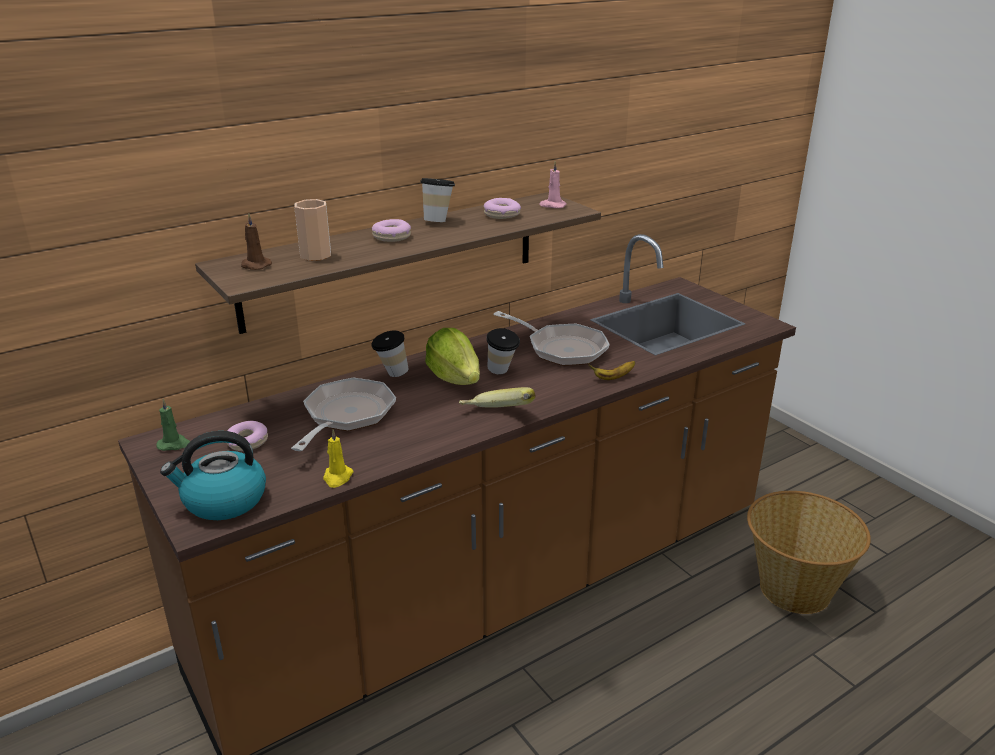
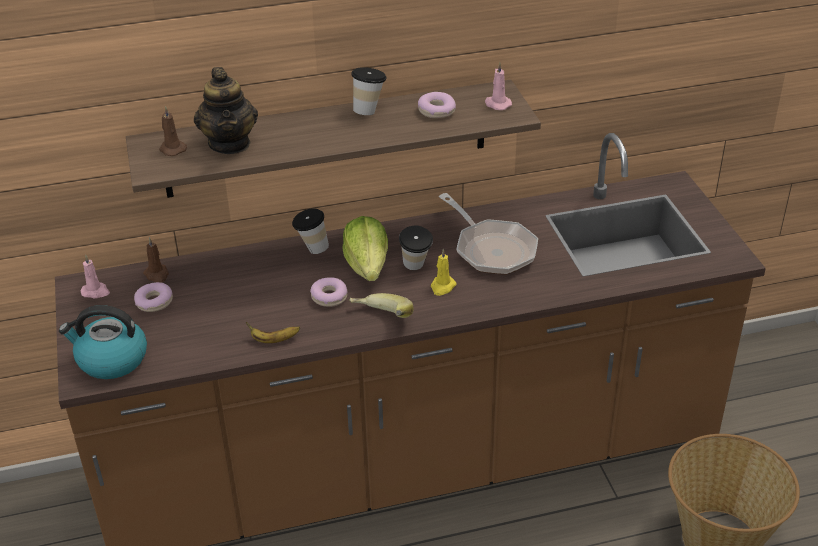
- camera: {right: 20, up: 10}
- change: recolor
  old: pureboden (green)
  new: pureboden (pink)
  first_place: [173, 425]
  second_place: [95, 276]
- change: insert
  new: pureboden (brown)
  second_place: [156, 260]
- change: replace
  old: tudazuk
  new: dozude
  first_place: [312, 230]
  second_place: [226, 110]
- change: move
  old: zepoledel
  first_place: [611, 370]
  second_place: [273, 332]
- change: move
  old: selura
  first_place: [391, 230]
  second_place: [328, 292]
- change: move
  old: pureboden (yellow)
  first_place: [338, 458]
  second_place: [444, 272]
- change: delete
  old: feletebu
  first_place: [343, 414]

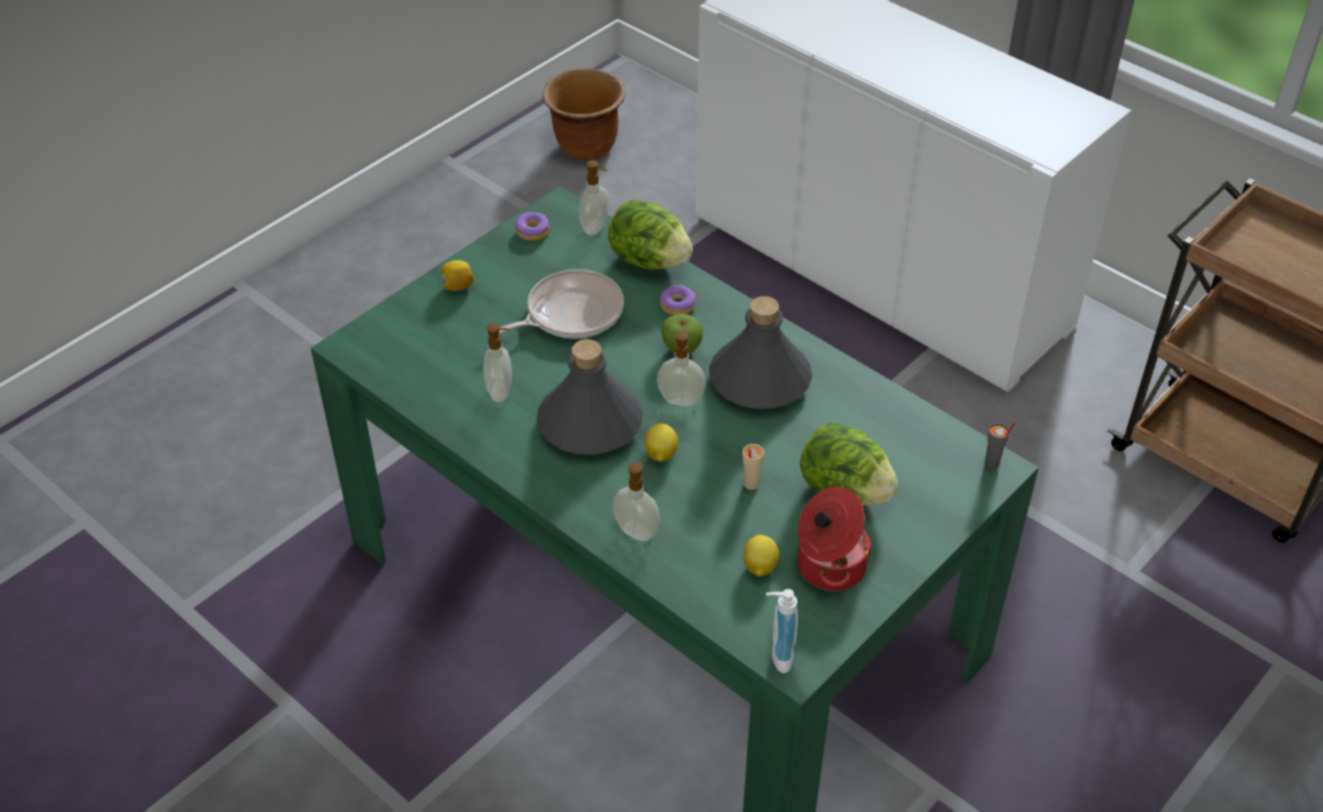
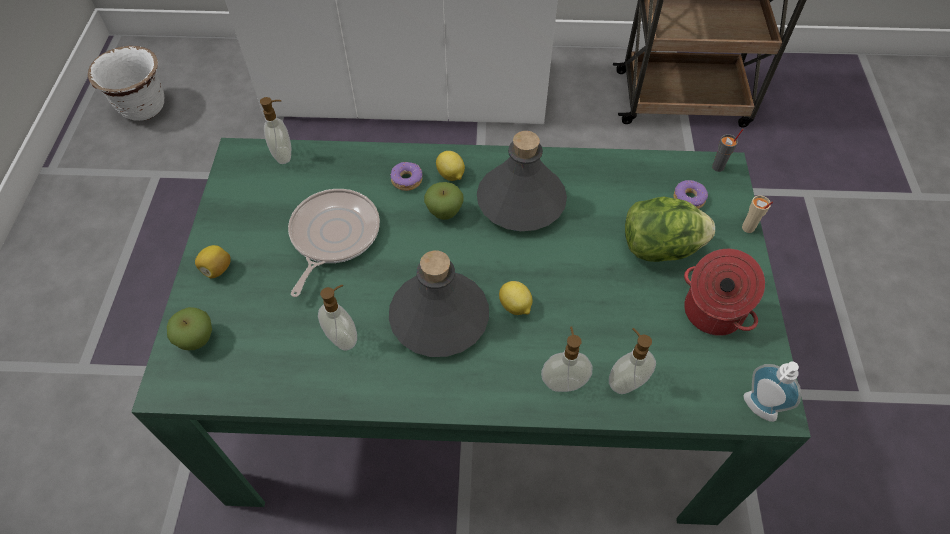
- camera: {right: -40, up: 10}
- change: recolor
  old: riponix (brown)
  new: riponix (white)
  first_place: [583, 114]
  second_place: [126, 83]
- change: insert
  new: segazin
  second_place: [189, 328]
- change: move
  old: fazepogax
  first_place: [761, 556]
  second_place: [450, 166]
- change: move
  old: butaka
  first_place: [681, 366]
  second_place: [632, 361]
- change: move
  old: selura
  first_place: [532, 226]
  second_place: [691, 194]
- change: move
  old: tudazuk (beige)
  first_place: [753, 467]
  second_place: [757, 214]
- change: delete
  old: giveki
  first_place: [650, 234]

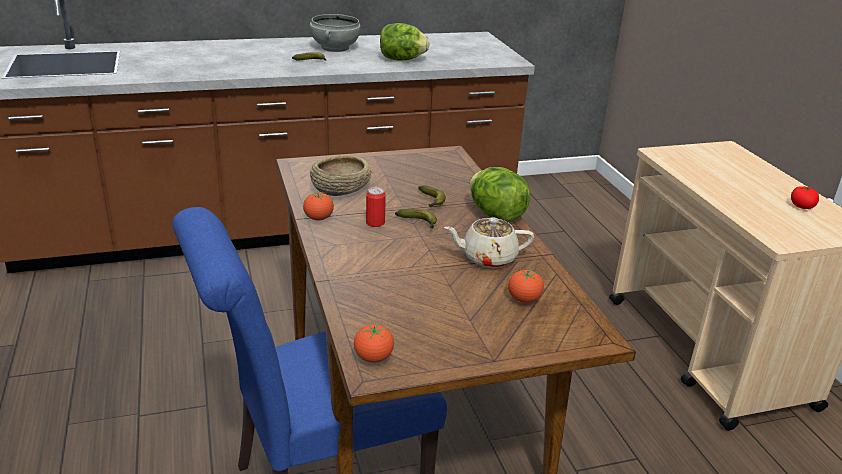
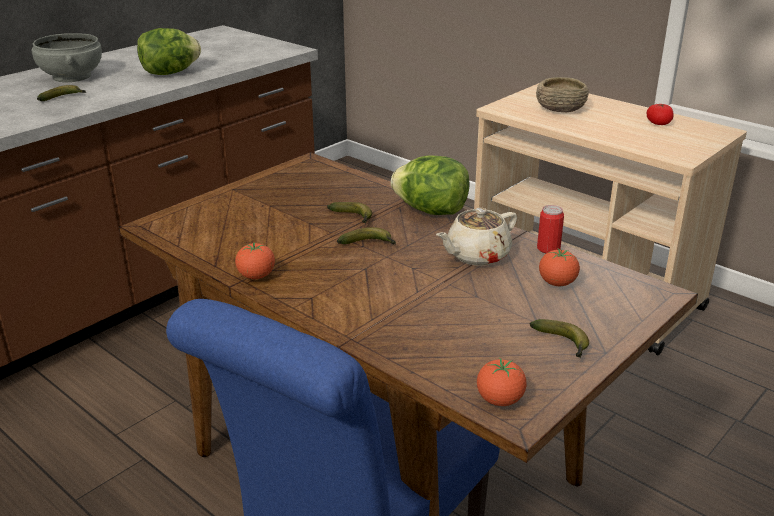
- camera: {right: -30, up: 0}
- change: insert
  new: zepoledel
  second_place: [559, 338]
- change: move
  old: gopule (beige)
  first_place: [340, 175]
  second_place: [562, 94]
- change: move
  old: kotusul
  first_place: [376, 207]
  second_place: [550, 229]

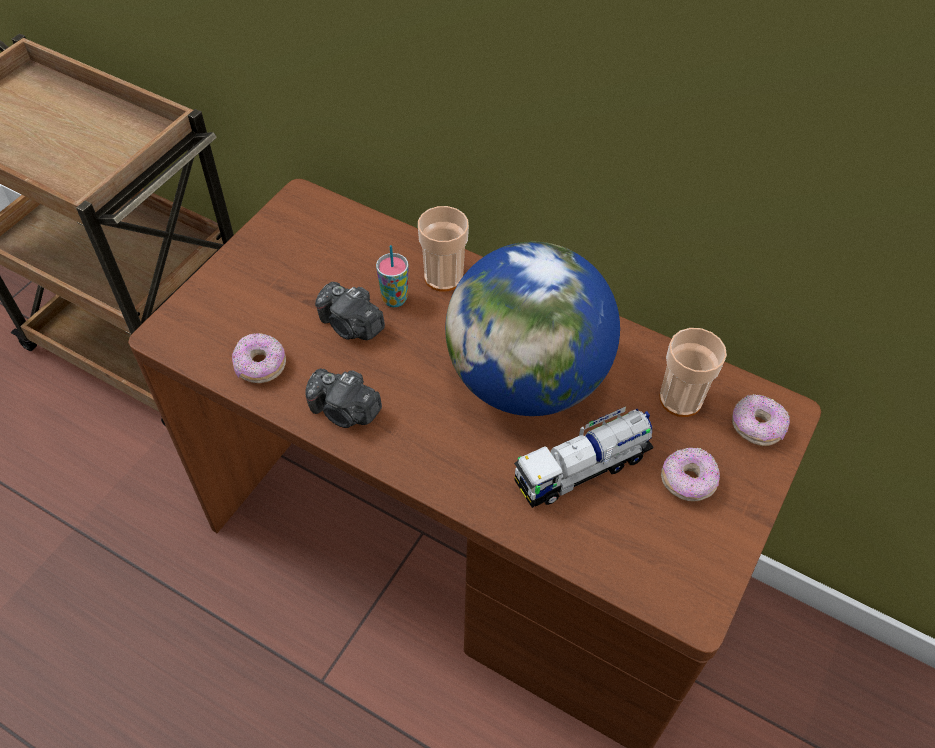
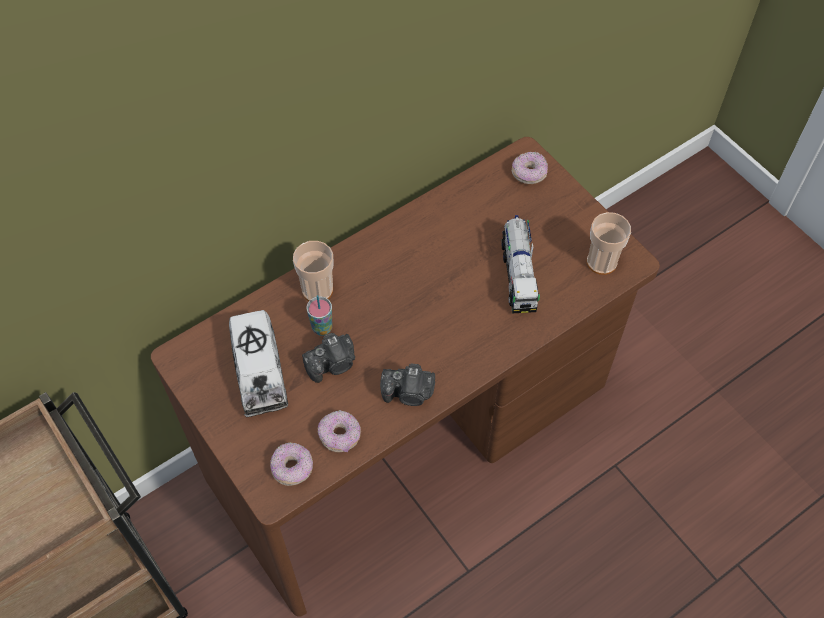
- camera: {right: -65, up: 5}
- change: insert
  new: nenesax
  second_place: [258, 363]
- change: move
  old: selura
  first_place: [690, 474]
  second_place: [291, 464]
- change: rotate
  old: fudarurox
  first_place: [344, 398]
  second_place: [407, 384]
  degrees: 45
- change: move
  old: tudazuk
  first_place: [693, 372]
  second_place: [609, 243]
- change: delete
  old: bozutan
  first_place: [532, 329]

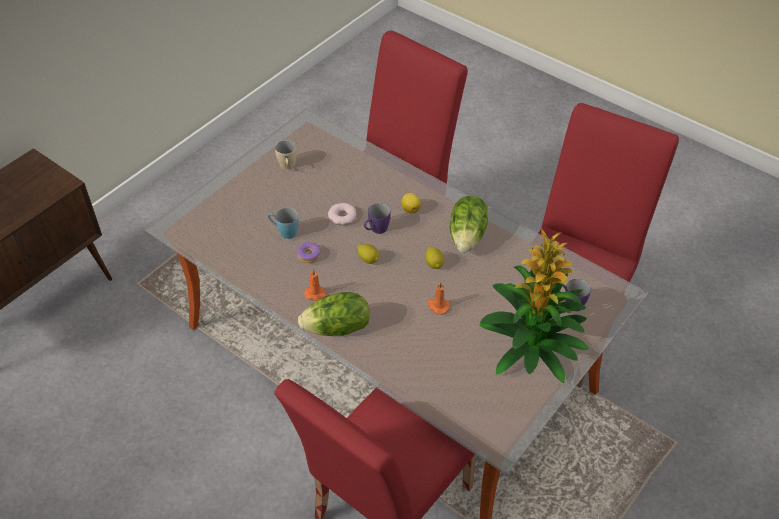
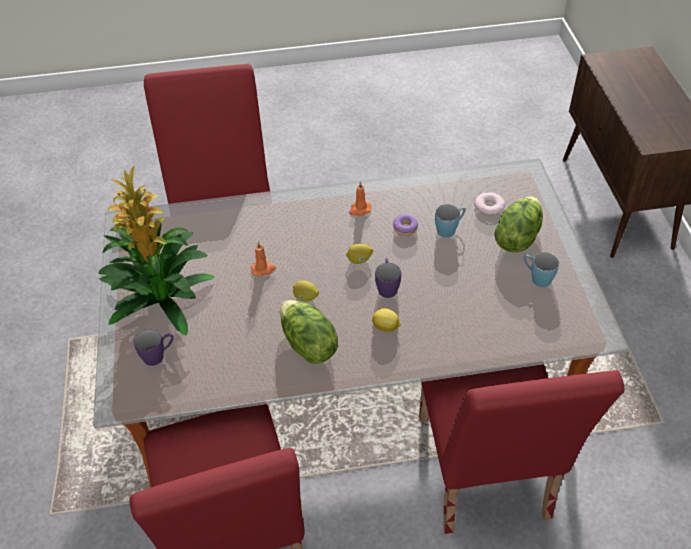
- camera: {right: 135, up: 0}
- change: move
  old: selura
  first_place: [342, 214]
  second_place: [489, 203]
- change: move
  old: giveki
  first_place: [334, 314]
  second_place: [518, 224]
- change: recolor
  old: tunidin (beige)
  new: tunidin (blue)
  first_place: [286, 154]
  second_place: [541, 269]

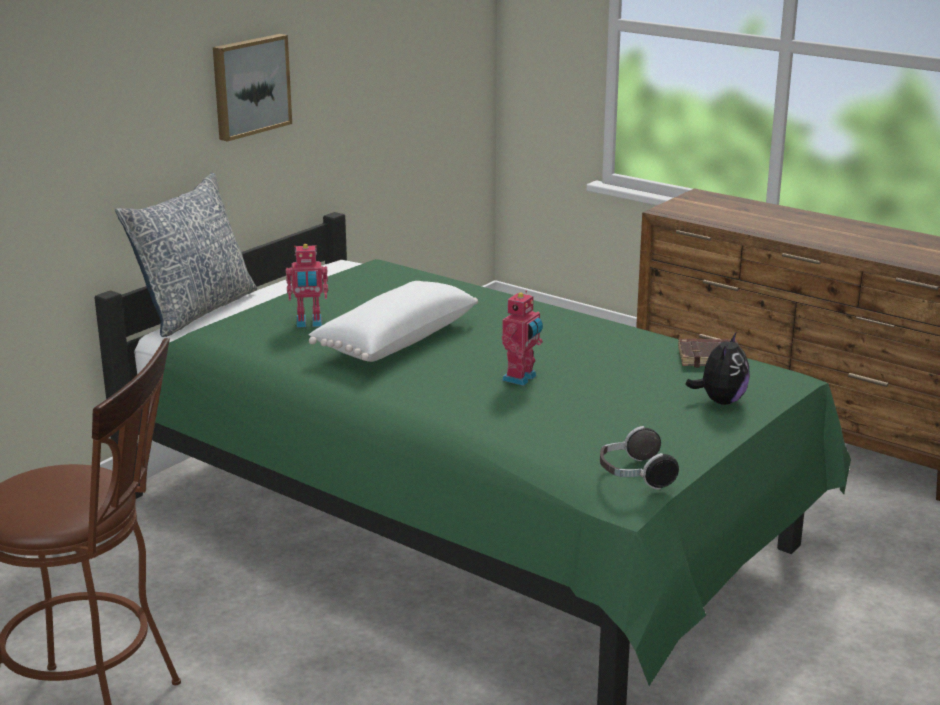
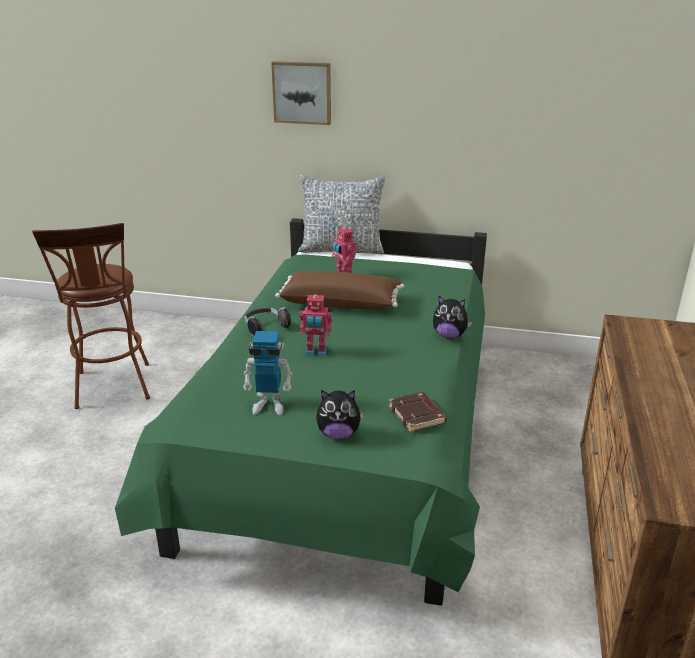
- camera: {right: 65, up: 5}
- change: insert
  new: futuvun
  second_place: [267, 373]
- change: move
  old: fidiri
  first_place: [639, 458]
  second_place: [268, 322]
- change: move
  old: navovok
  first_place: [252, 88]
  second_place: [301, 93]
- change: recolor
  old: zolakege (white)
  new: zolakege (brown)
  first_place: [393, 321]
  second_place: [339, 290]
- change: insert
  new: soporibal
  second_place: [453, 317]

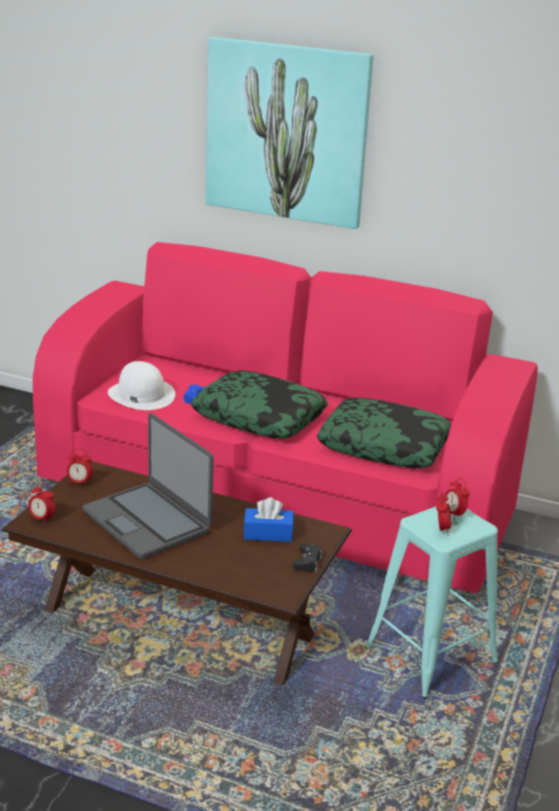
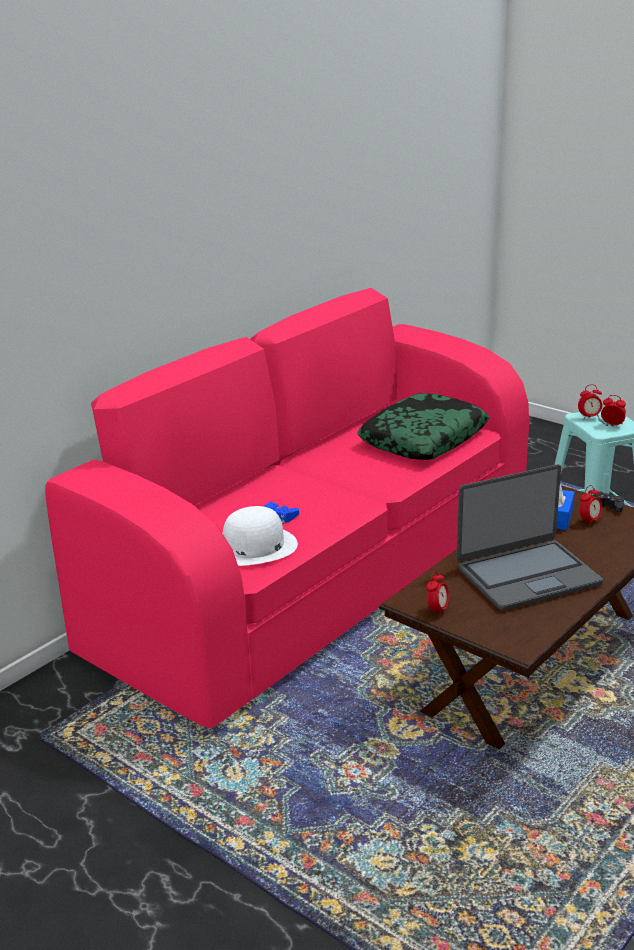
- camera: {right: -70, up: 0}
- change: move
  old: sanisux
  first_place: [41, 503]
  second_place: [591, 505]
- change: delete
  old: zolakege
  first_place: [259, 405]
- change: delete
  old: navovok
  first_place: [289, 133]

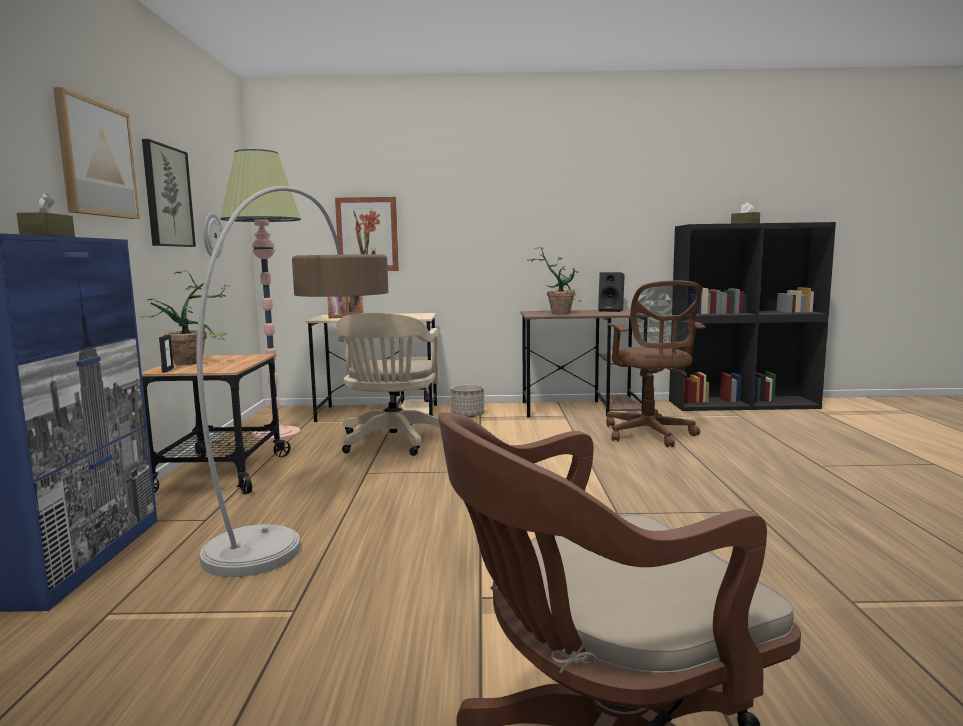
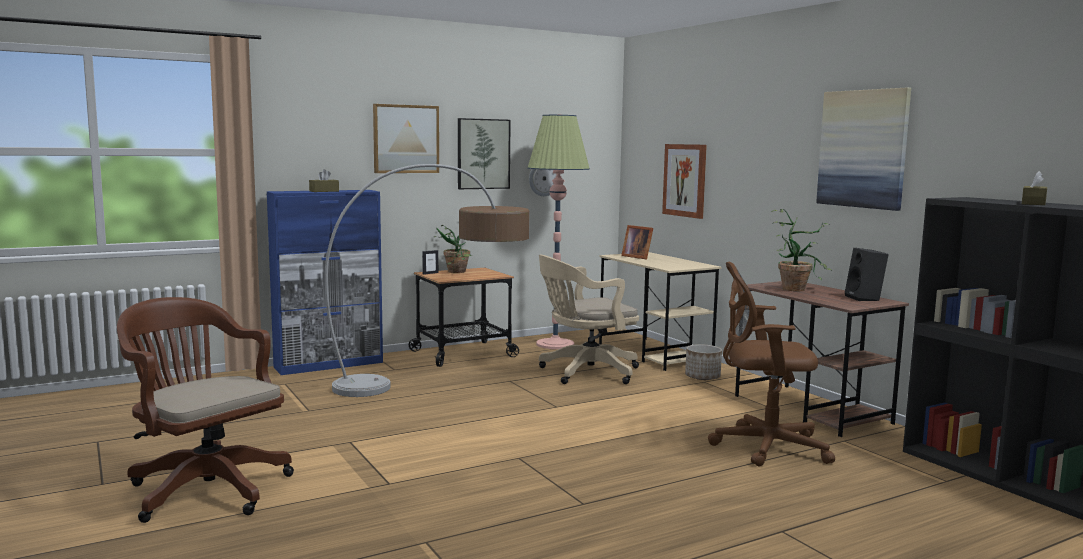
- camera: {right: 60, up: 0}
- change: rotate
  old: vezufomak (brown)
  first_place: [655, 363]
  second_place: [771, 364]
  degrees: 45
- change: insert
  new: navovok
  second_place: [863, 149]

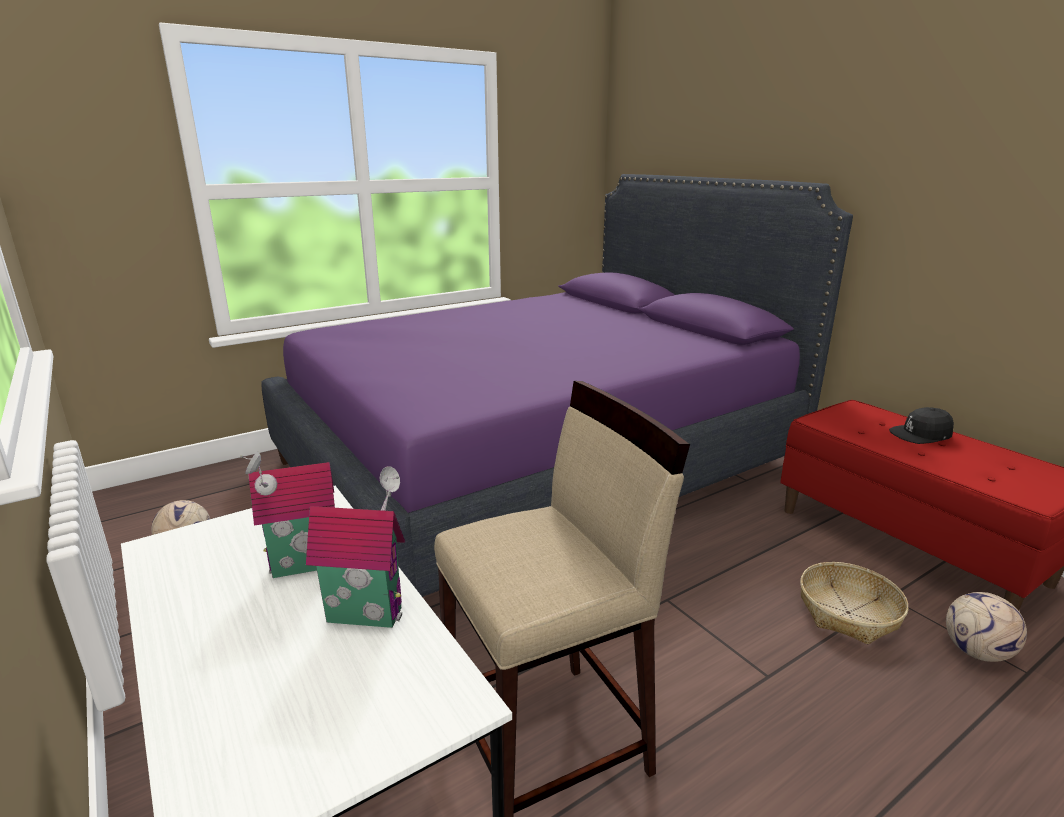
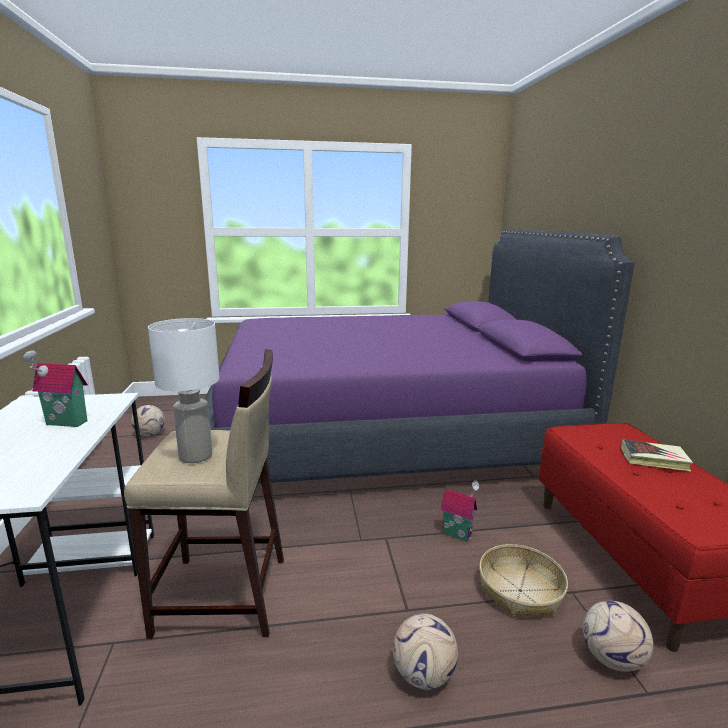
- camera: {right: 25, up: -5}
- change: insert
  new: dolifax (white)
  second_place: [184, 390]
- change: insert
  new: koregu
  second_place: [425, 652]
- change: move
  old: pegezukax
  first_place: [355, 547]
  second_place: [459, 511]
- change: replace
  old: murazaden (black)
  new: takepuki
  first_place: [921, 425]
  second_place: [657, 455]

